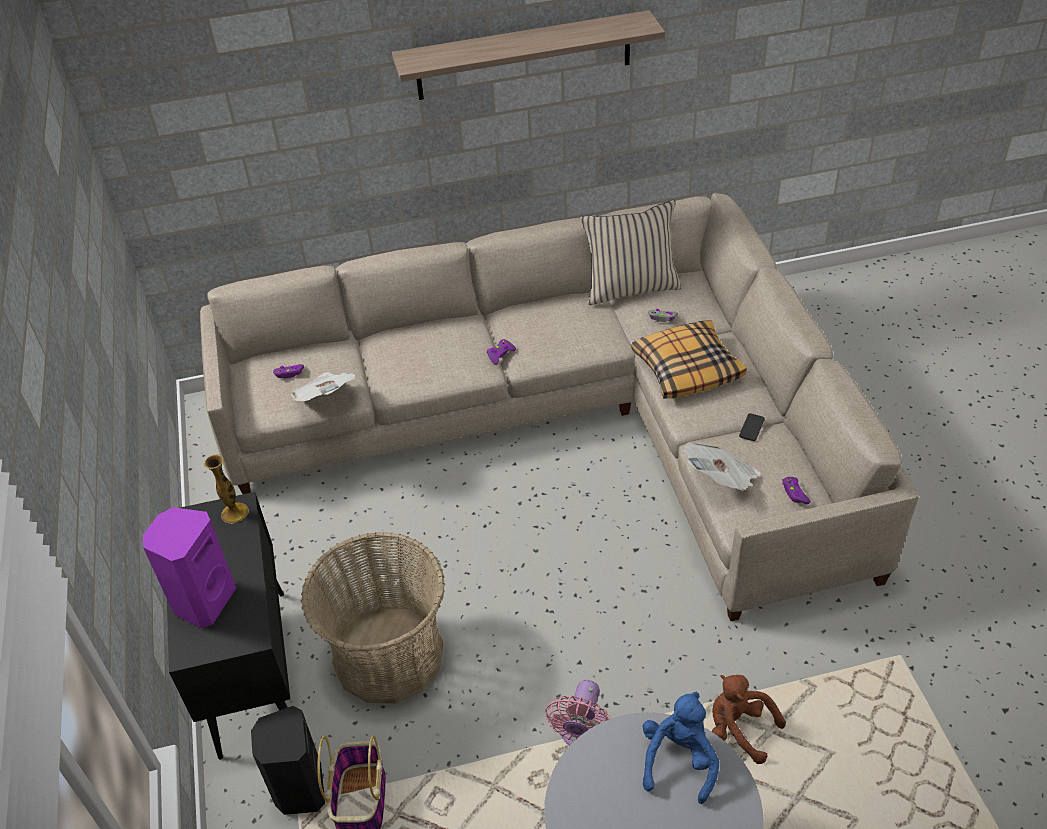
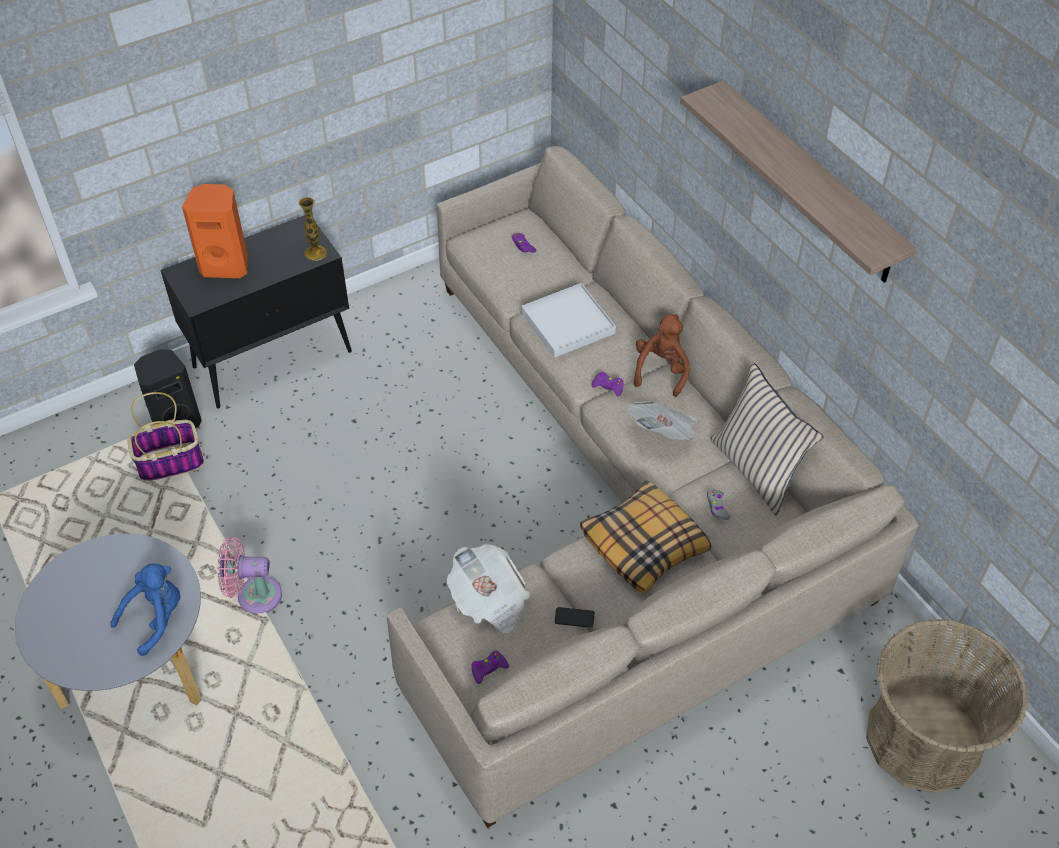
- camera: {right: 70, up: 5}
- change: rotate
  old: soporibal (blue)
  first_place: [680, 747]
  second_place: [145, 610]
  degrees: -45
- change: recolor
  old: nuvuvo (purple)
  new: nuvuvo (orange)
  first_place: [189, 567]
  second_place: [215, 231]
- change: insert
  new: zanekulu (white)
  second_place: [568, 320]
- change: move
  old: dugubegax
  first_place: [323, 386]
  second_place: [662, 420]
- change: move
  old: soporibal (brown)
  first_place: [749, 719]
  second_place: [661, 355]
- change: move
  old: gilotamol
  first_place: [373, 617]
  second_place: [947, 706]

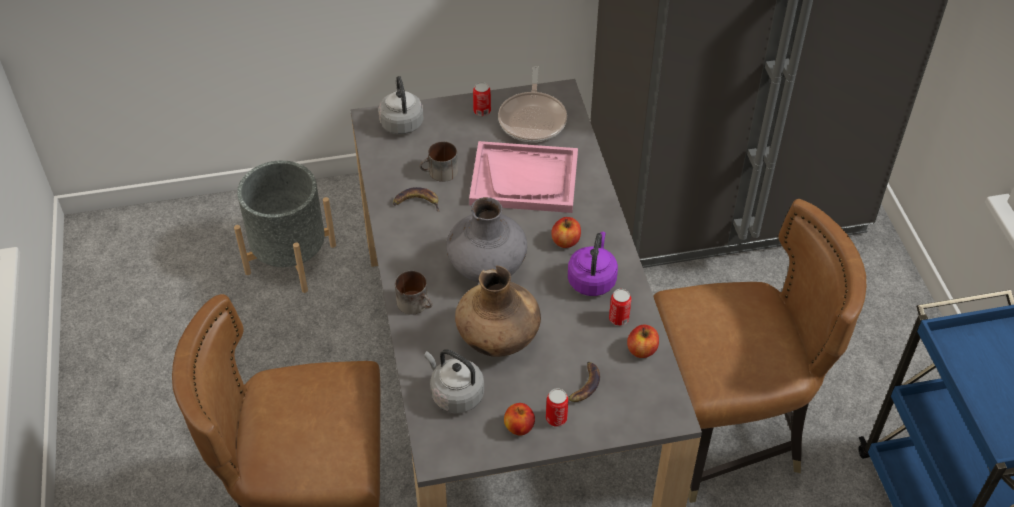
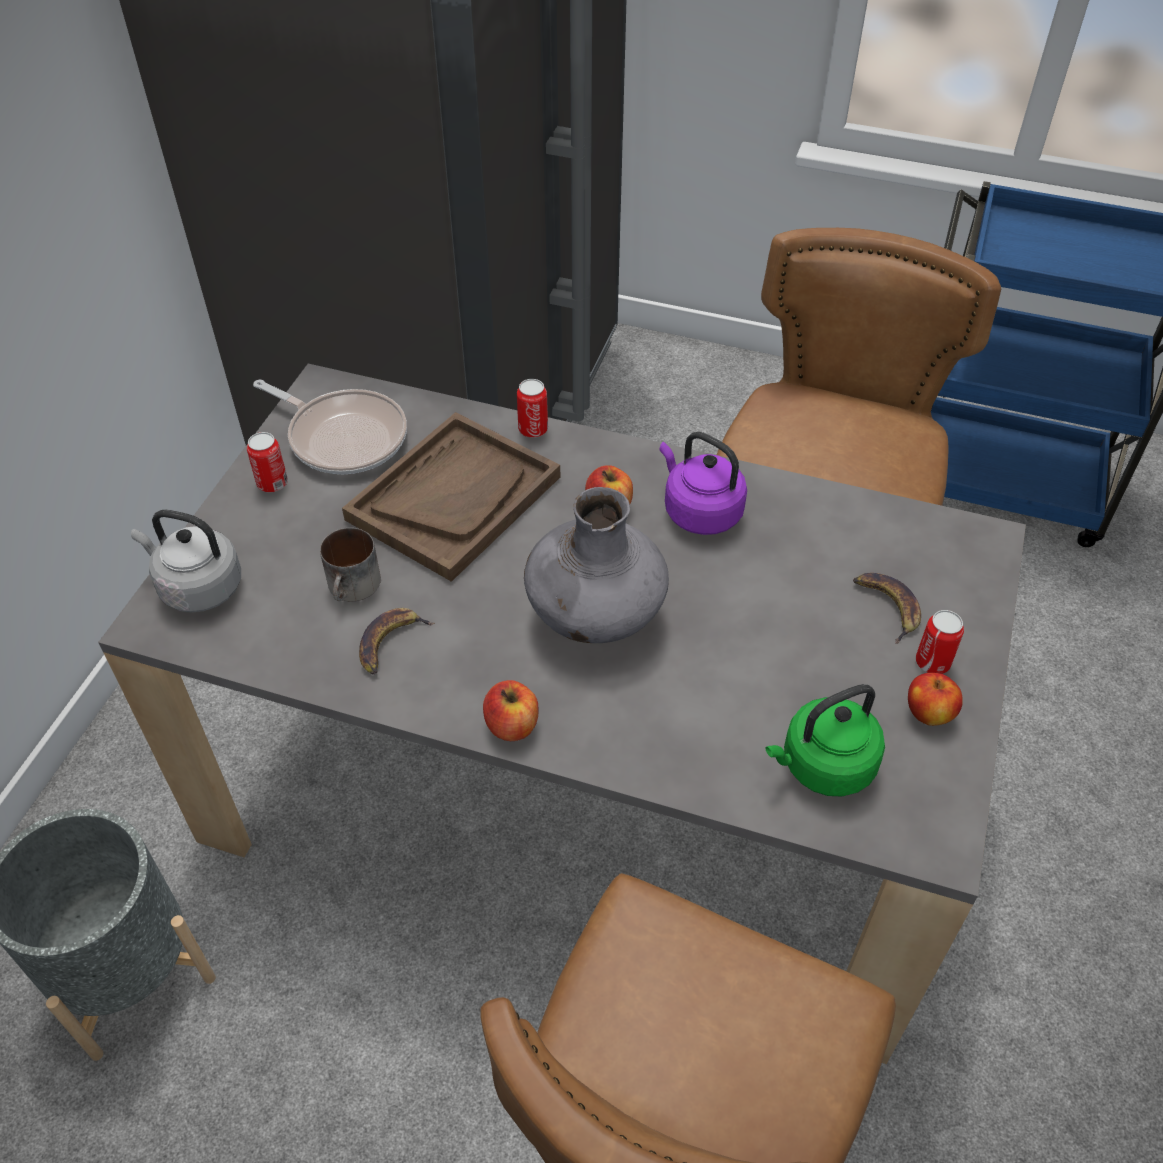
- camera: {right: -60, up: 0}
- change: recolor
  old: zanekulu (pink)
  new: zanekulu (brown)
  first_place: [523, 177]
  second_place: [451, 497]
- change: move
  old: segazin
  first_place: [643, 341]
  second_place: [510, 710]
- change: move
  old: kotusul
  first_place: [620, 307]
  second_place: [532, 408]
- change: recolor
  old: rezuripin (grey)
  new: rezuripin (green)
  first_place: [454, 381]
  second_place: [825, 740]
- change: delete
  old: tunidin
  first_place: [413, 293]
- change: delete
  old: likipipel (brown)
  first_place: [498, 311]

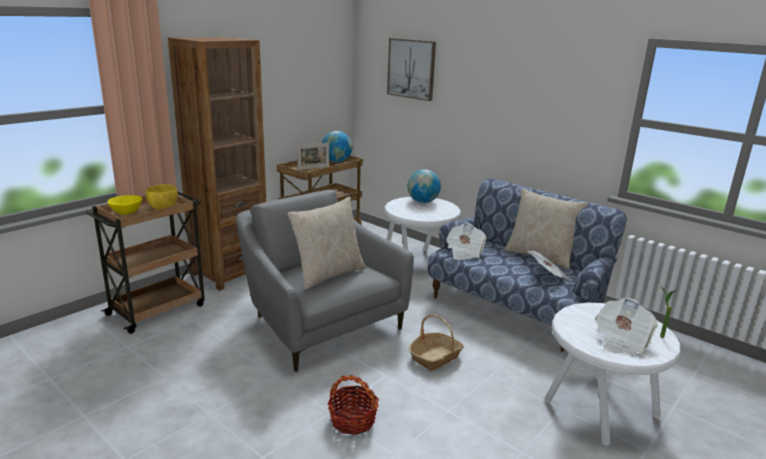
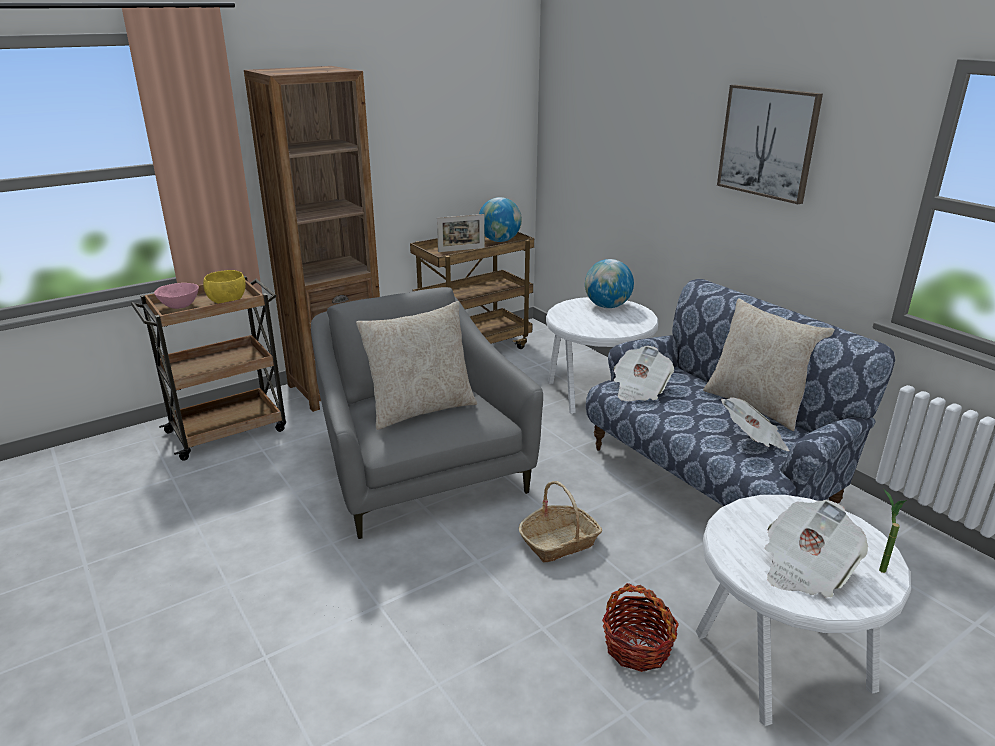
- camera: {right: 15, up: 5}
- change: recolor
  old: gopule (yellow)
  new: gopule (pink)
  first_place: [124, 205]
  second_place: [176, 296]
- change: move
  old: gilotamol
  first_place: [353, 405]
  second_place: [640, 627]
- change: move
  old: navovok
  first_place: [411, 69]
  second_place: [770, 144]

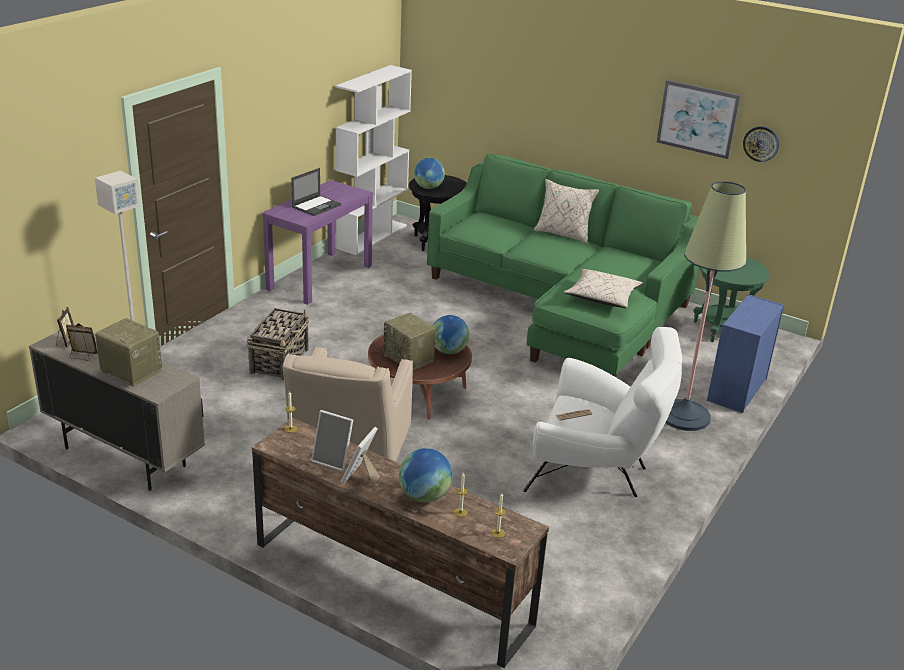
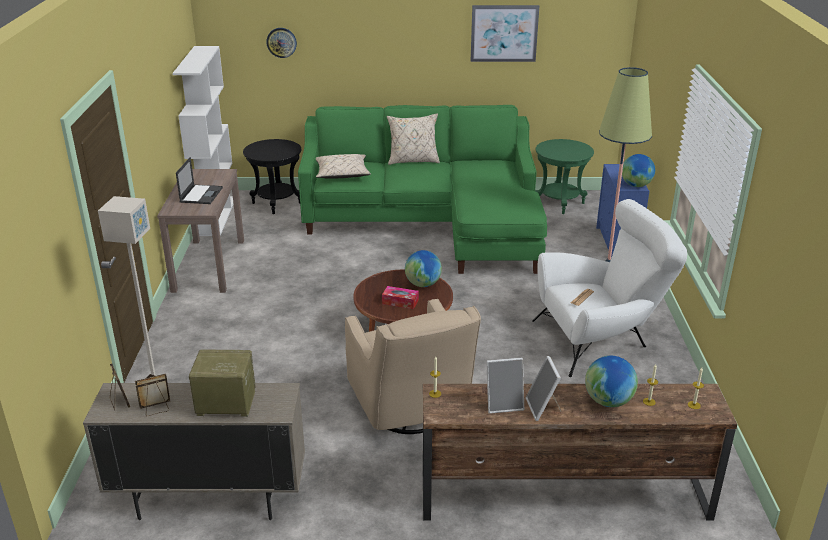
- camera: {right: -30, up: 0}
- change: recolor
  old: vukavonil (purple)
  new: vukavonil (brown)
  first_place: [317, 242]
  second_place: [200, 231]
- change: move
  old: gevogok
  first_place: [761, 144]
  second_place: [281, 43]
- change: move
  old: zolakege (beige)
  first_place: [603, 288]
  second_place: [343, 166]
- change: replace
  old: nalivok
  new: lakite
  first_place: [410, 341]
  second_place: [400, 297]
- change: move
  old: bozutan
  first_place: [429, 173]
  second_place: [638, 170]
- change: delete
  old: gilotamol
  first_place: [278, 344]

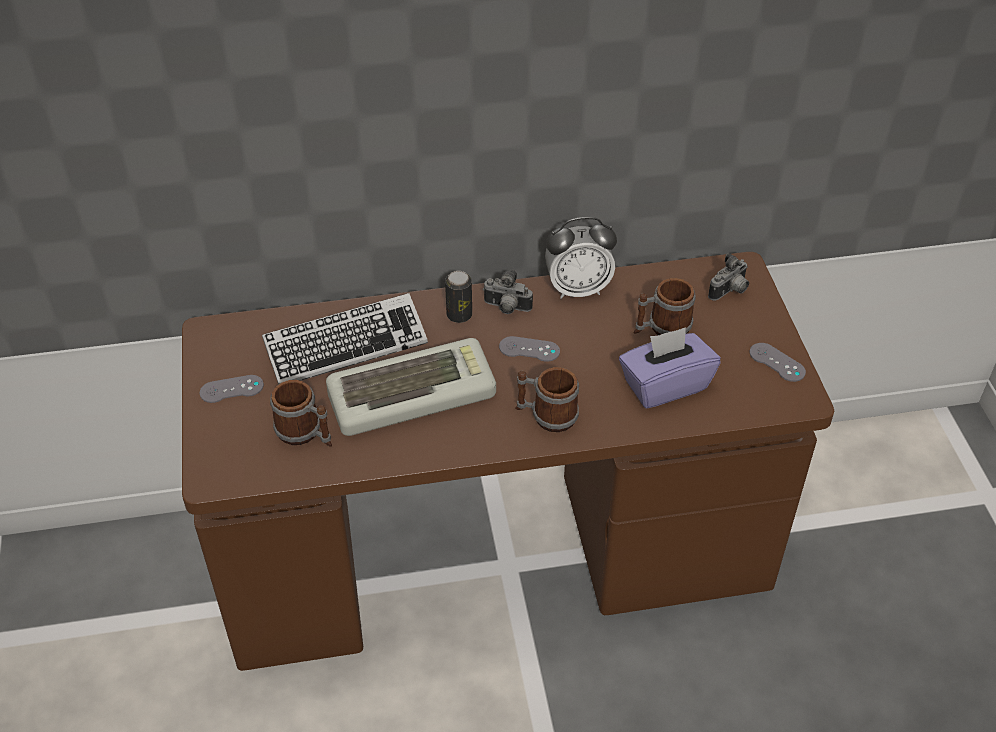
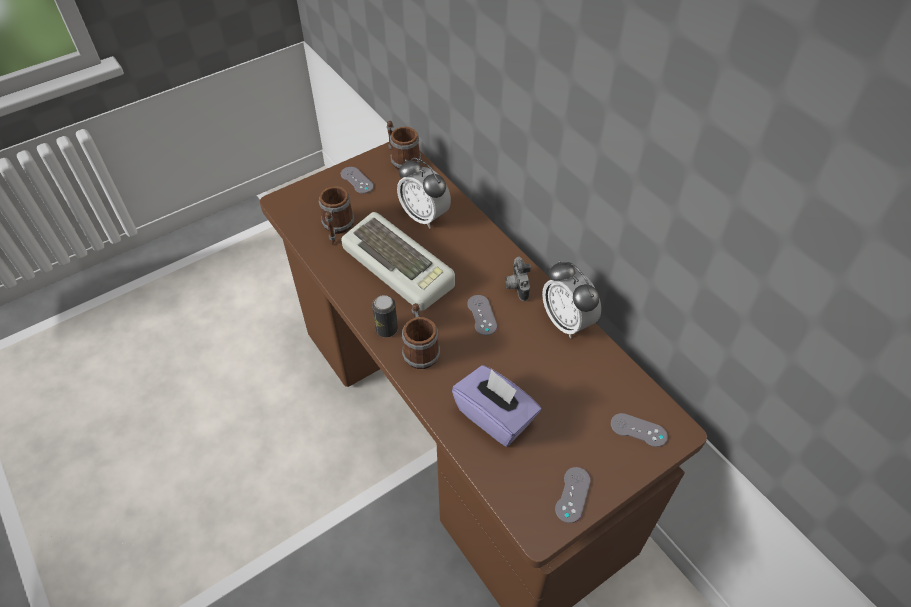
- camera: {right: 65, up: 5}
- change: move
  old: kotusul
  first_place: [458, 297]
  second_place: [385, 316]
- change: move
  old: tunidin
  first_place: [665, 306]
  second_place: [404, 145]
- change: replace
  old: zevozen
  new: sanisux
  first_place: [345, 339]
  second_place: [424, 193]
- change: replace
  old: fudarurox
  new: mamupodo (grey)
  first_place: [728, 277]
  second_place: [639, 430]

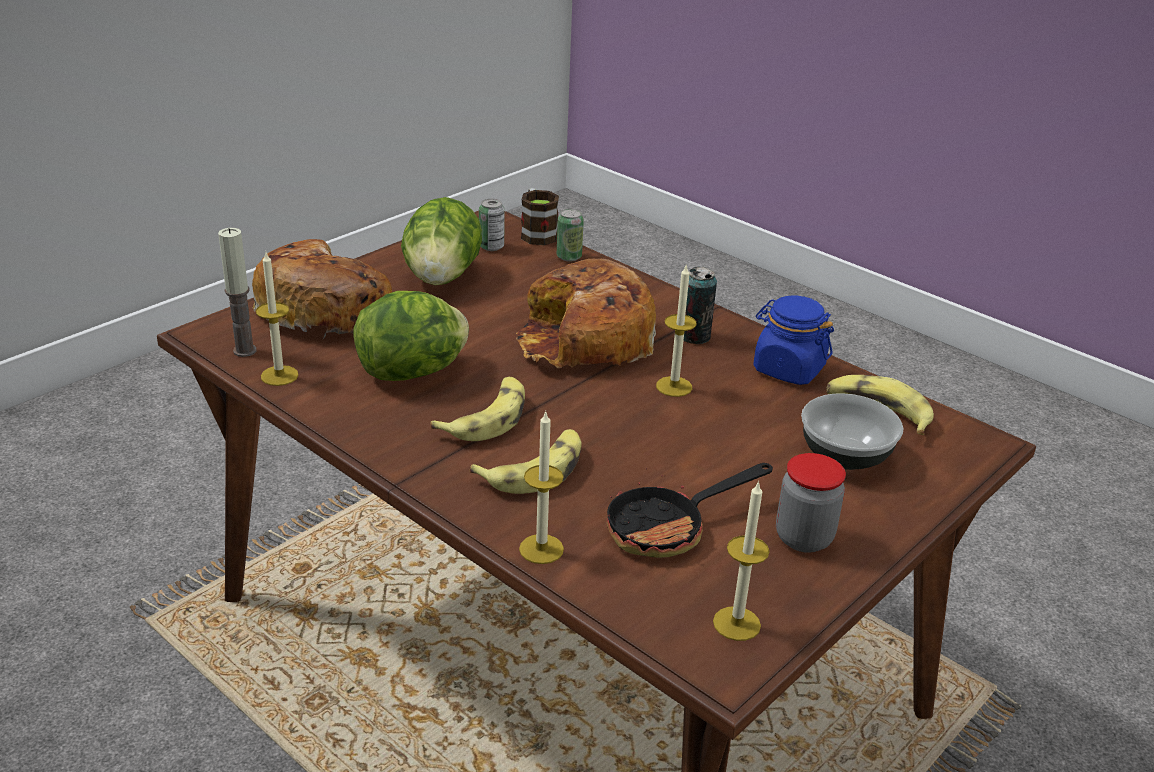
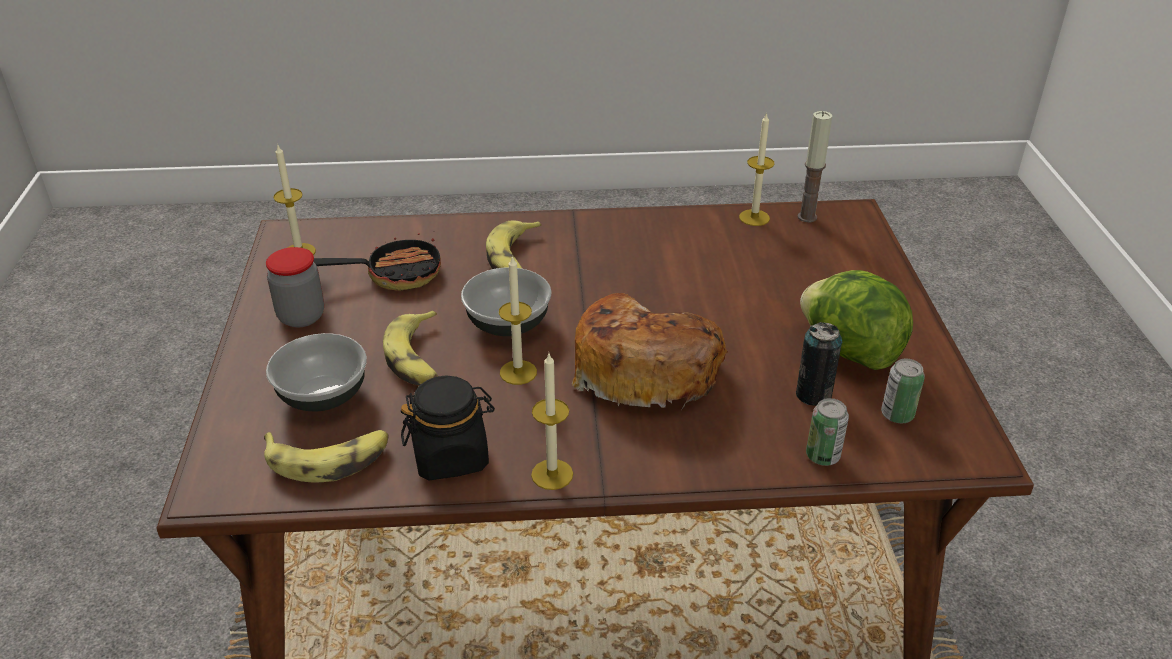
- camera: {right: 135, up: 5}
- change: rotate
  old: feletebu
  first_place: [690, 510]
  second_place: [377, 261]
  degrees: 60
- change: move
  old: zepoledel
  first_place: [477, 409]
  second_place: [410, 347]
- change: recolor
  old: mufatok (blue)
  new: mufatok (black)
  first_place: [793, 340]
  second_place: [448, 427]
- change: insert
  new: gopule
  second_place: [506, 301]
- change: move
  old: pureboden
  first_place: [541, 487]
  second_place: [552, 422]
- change: move
  old: kotusul
  first_place: [700, 305]
  second_place: [819, 364]
- change: delete
  old: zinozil
  first_place: [322, 289]
- change: delete
  old: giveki
  first_place: [411, 336]
- change: delete
  old: tunidin
  first_place: [540, 216]

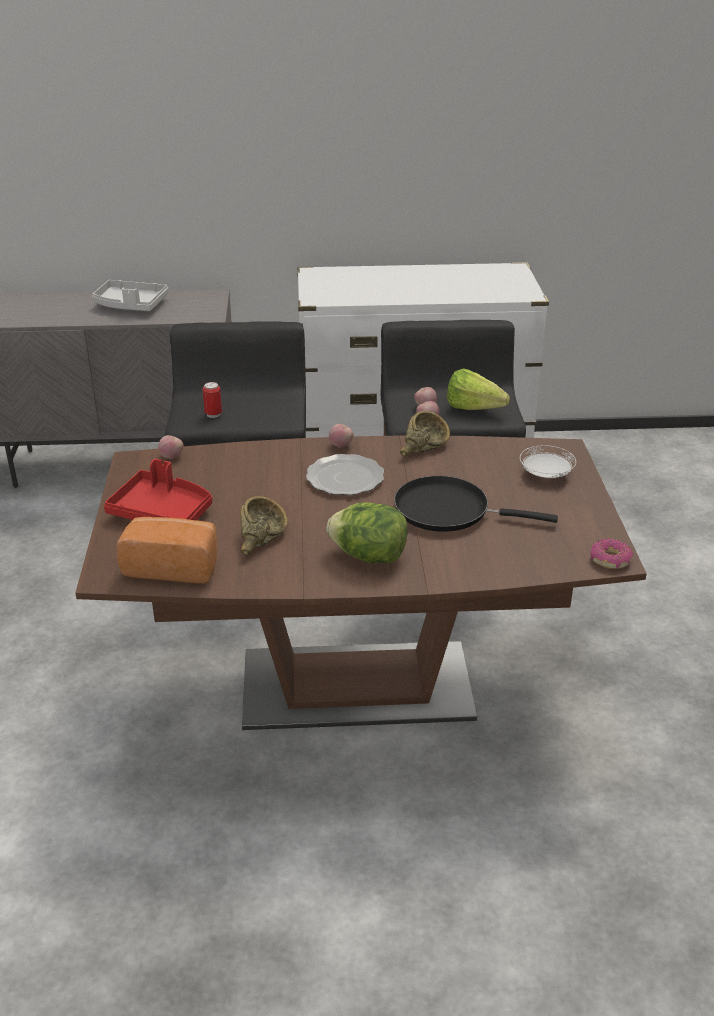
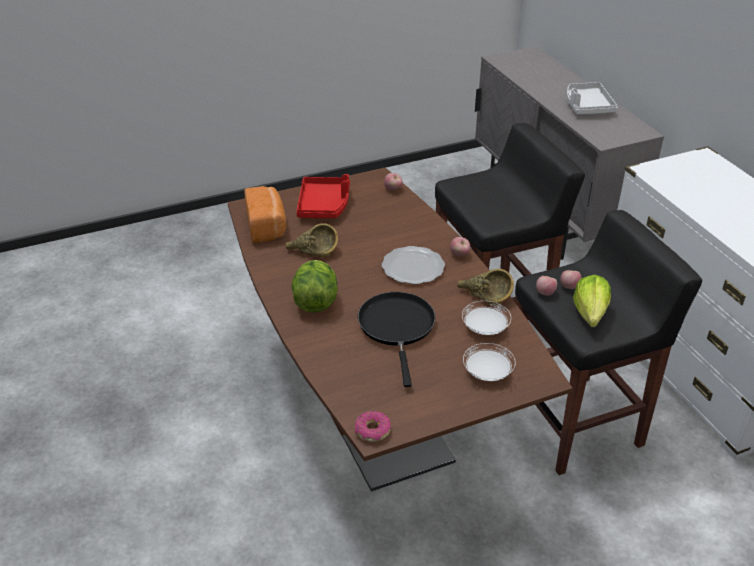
- camera: {right: 70, up: 5}
- change: insert
  new: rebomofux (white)
  second_place: [486, 318]
- change: delete
  old: kotusul
  first_place: [212, 400]

